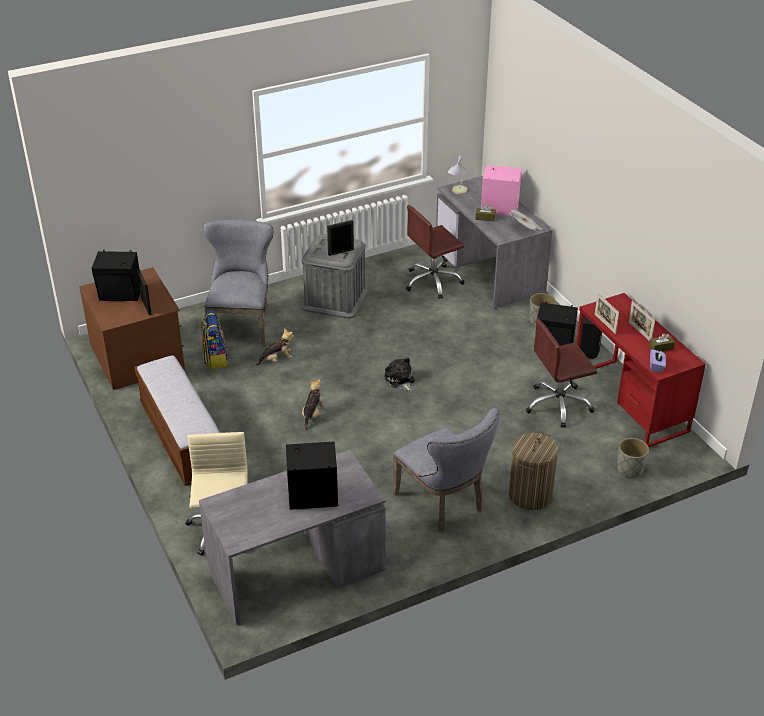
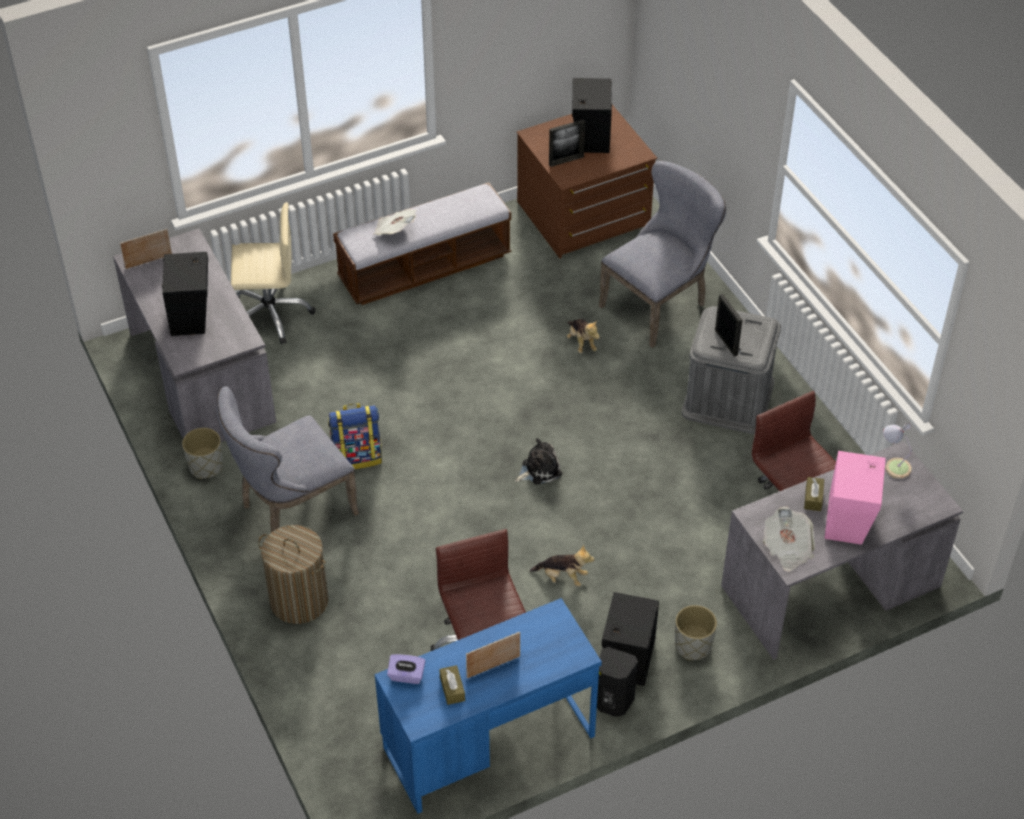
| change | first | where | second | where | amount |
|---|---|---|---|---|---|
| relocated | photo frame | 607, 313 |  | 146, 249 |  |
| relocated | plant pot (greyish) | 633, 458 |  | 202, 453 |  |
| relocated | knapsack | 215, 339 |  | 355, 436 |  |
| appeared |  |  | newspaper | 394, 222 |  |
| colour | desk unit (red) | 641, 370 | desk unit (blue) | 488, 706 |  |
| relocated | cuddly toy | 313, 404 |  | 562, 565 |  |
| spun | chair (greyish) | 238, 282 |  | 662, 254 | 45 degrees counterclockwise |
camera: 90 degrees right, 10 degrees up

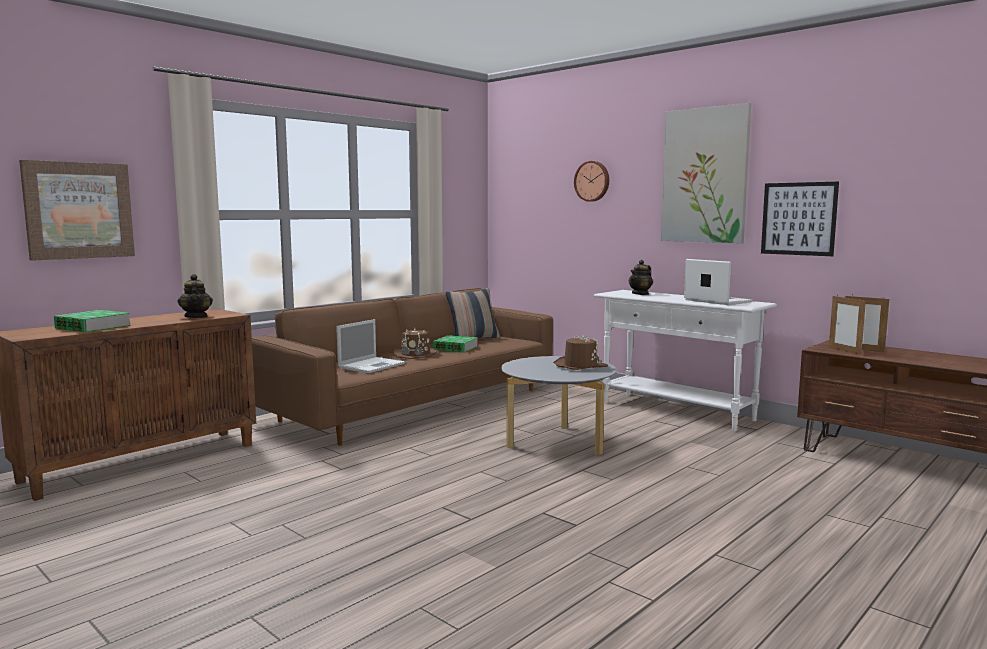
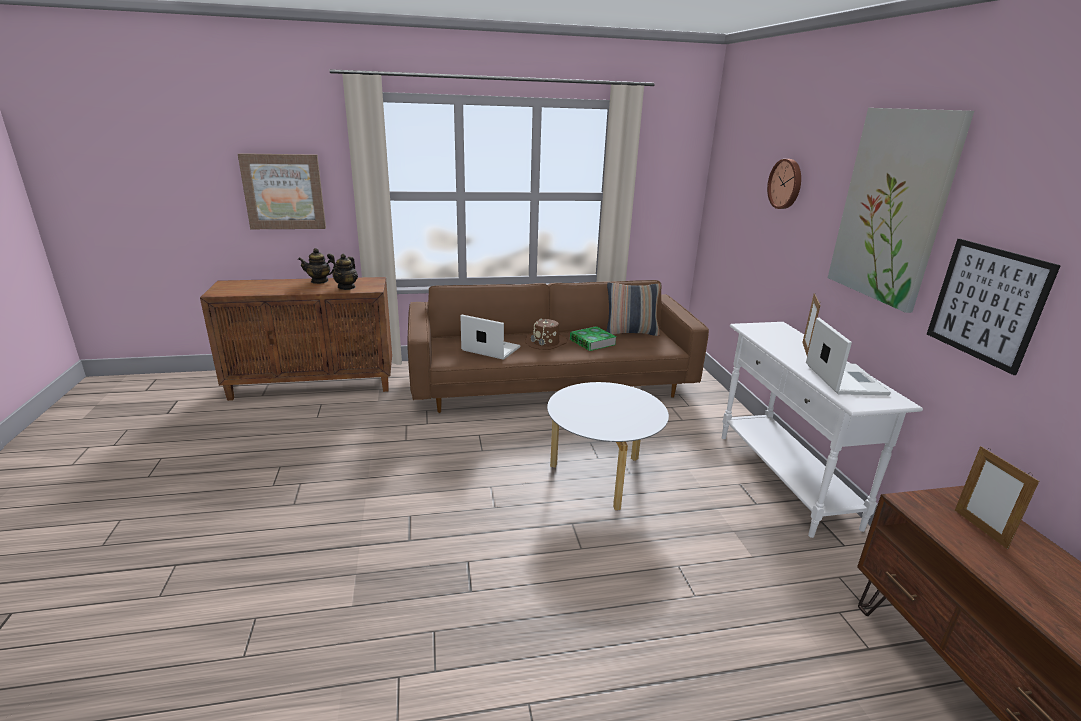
| change | first | where | second | where | amount |
|---|---|---|---|---|---|
| relocated | teapot | 641, 277 |  | 317, 266 |  |
| spun | portable computer | 370, 346 |  | 490, 337 | 135 degrees counterclockwise |
| relocated | photo frame | 847, 325 |  | 811, 324 |  |
| missing | volume | 92, 321 |  |  |  |
| missing | hat (brown-coloured) | 580, 352 |  |  |  |
camera: 35 degrees right, 15 degrees up

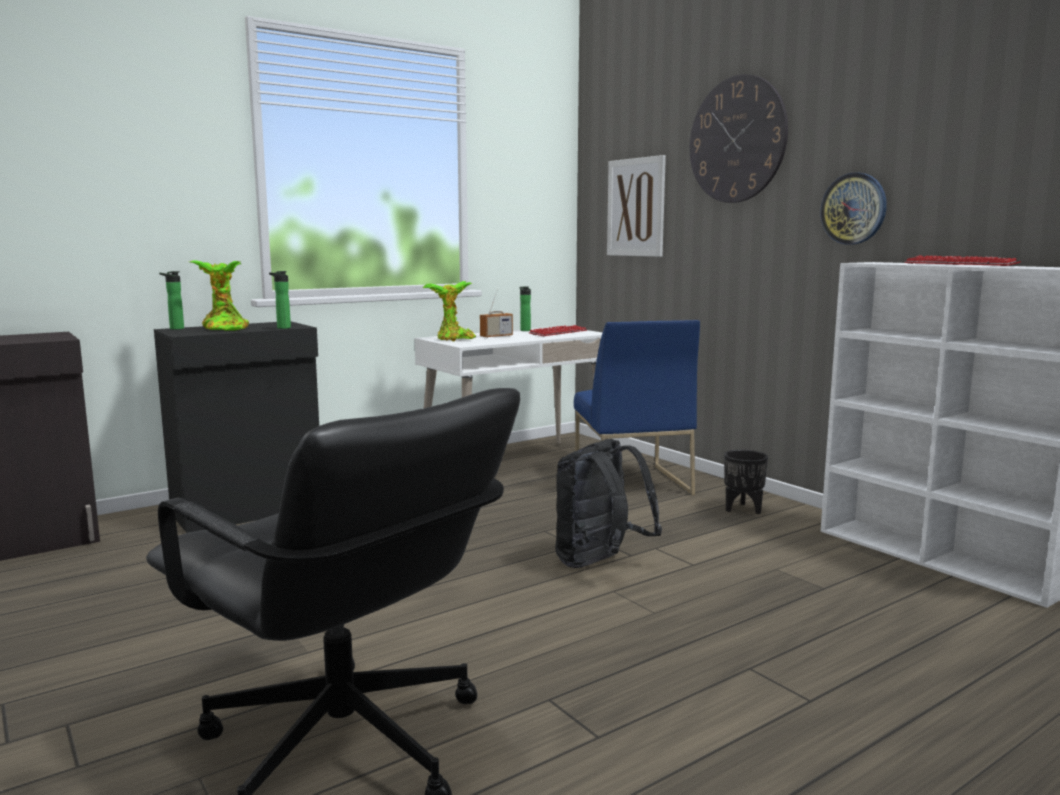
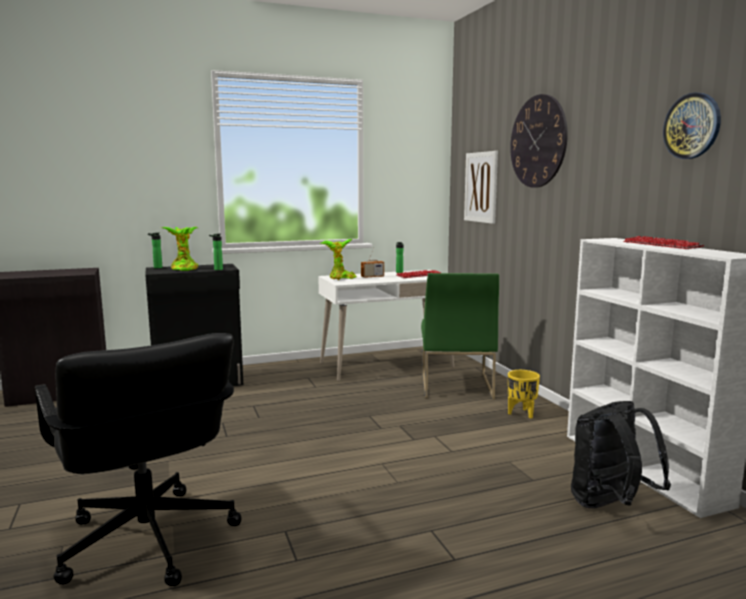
| change | first | where | second | where | amount |
|---|---|---|---|---|---|
| colour | chair (blue) | 637, 407 | chair (greenish) | 460, 336 |  |
| colour | plant pot (black) | 746, 482 | plant pot (yellowish) | 524, 394 |  |
| relocated | knapsack (black) | 608, 503 |  | 621, 455 |  |
| relocated | clock on the wall | 853, 208 |  | 692, 126 |  |
camera: 15 degrees right, 0 degrees up

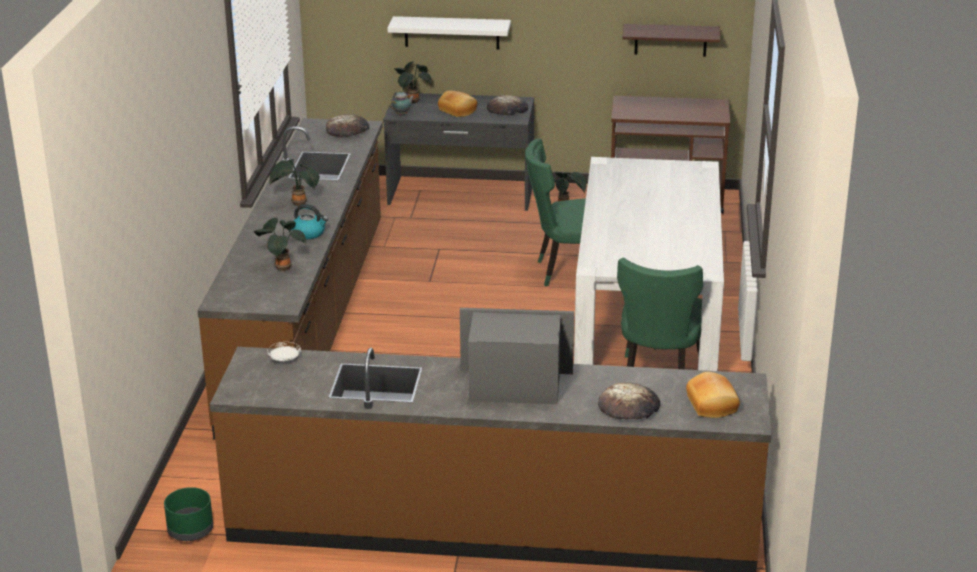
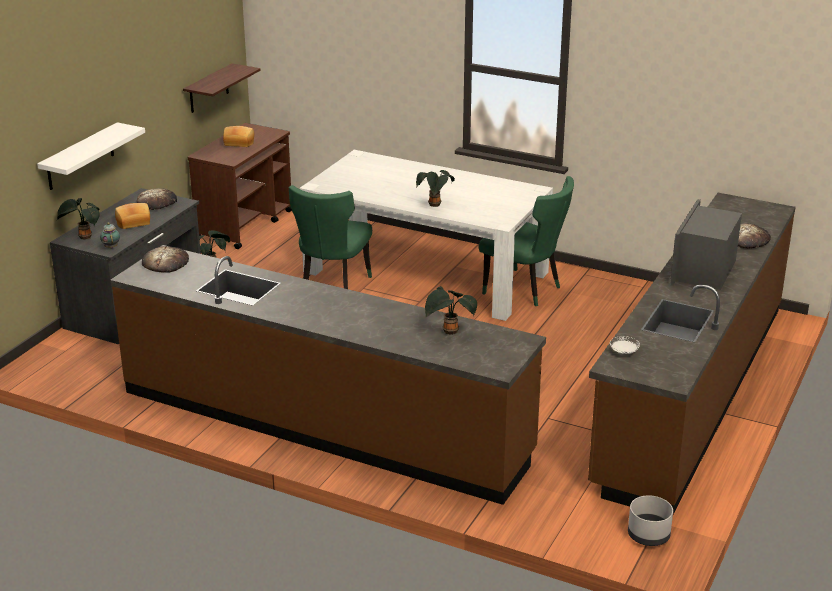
| change | first | where | second | where | amount |
|---|---|---|---|---|---|
| relocated | baked bread | 713, 395 |  | 238, 136 |  |
| relocated | potted plant | 295, 182 |  | 435, 188 |  |
| colour | plant pot (greenish) | 188, 514 | plant pot (greyish) | 650, 520 |  |
| missing | tea kettle | 310, 221 |  |  |  |
camera: 70 degrees left, 0 degrees up

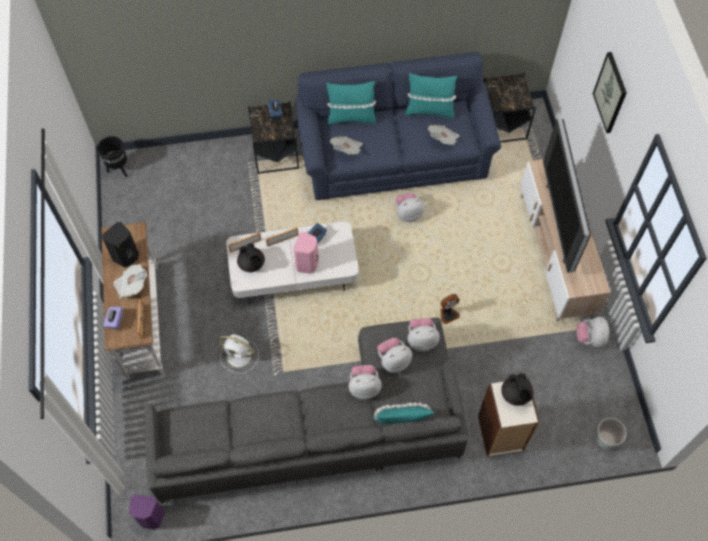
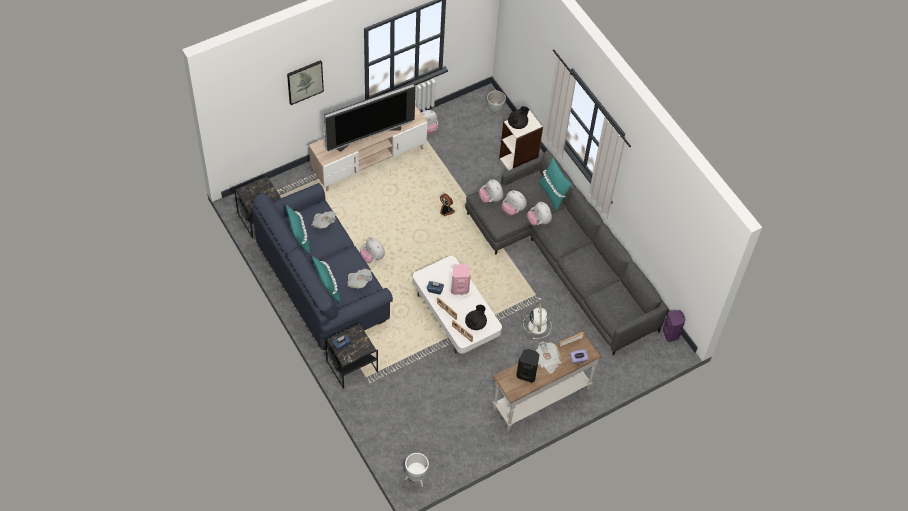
| change | first | where | second | where | amount |
|---|---|---|---|---|---|
| colour | plant pot (black) | 112, 156 | plant pot (whitish) | 417, 470 |  |
camera: 115 degrees left, 5 degrees down

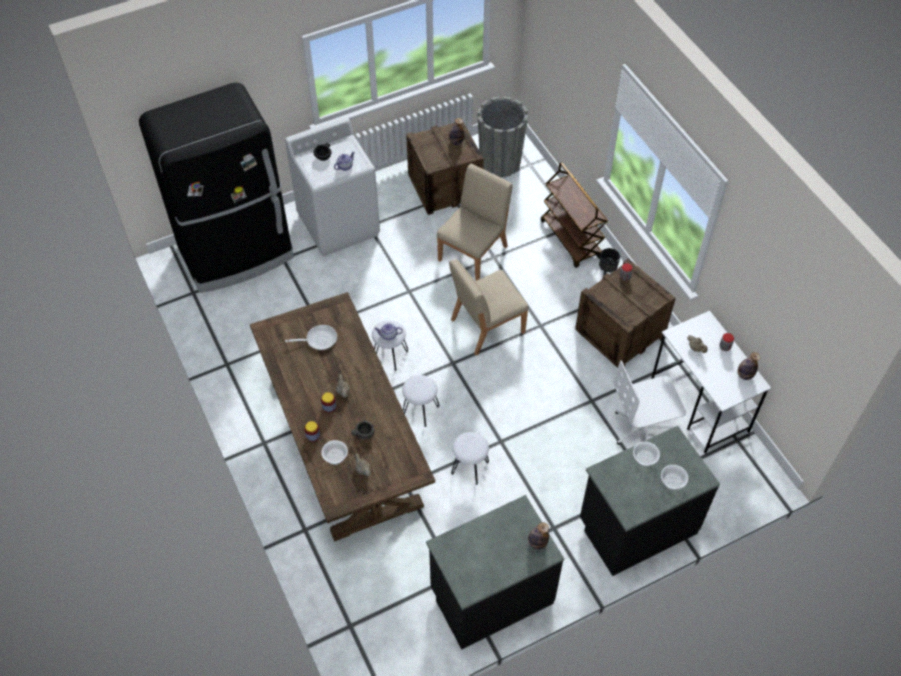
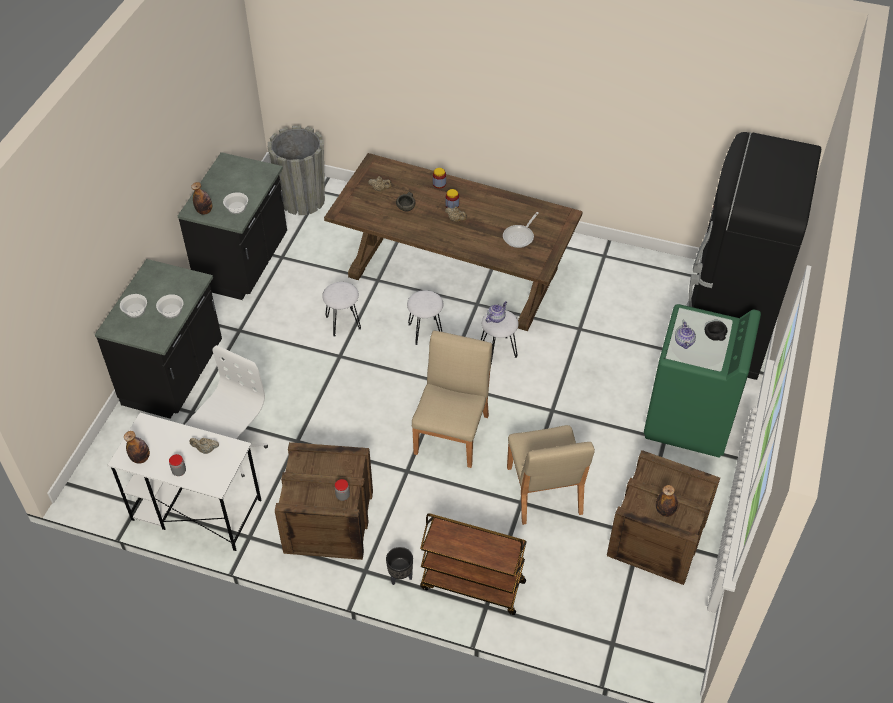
| change | first | where | second | where | amount |
|---|---|---|---|---|---|
| relocated | deep dish | 334, 452 |  | 235, 203 |  |
| relocated | plant pot (greyish) | 502, 136 |  | 296, 170 |  |
| colour | laundry appliance (whitish) | 332, 186 | laundry appliance (greenish) | 702, 381 |  |
camera: 135 degrees right, 5 degrees down

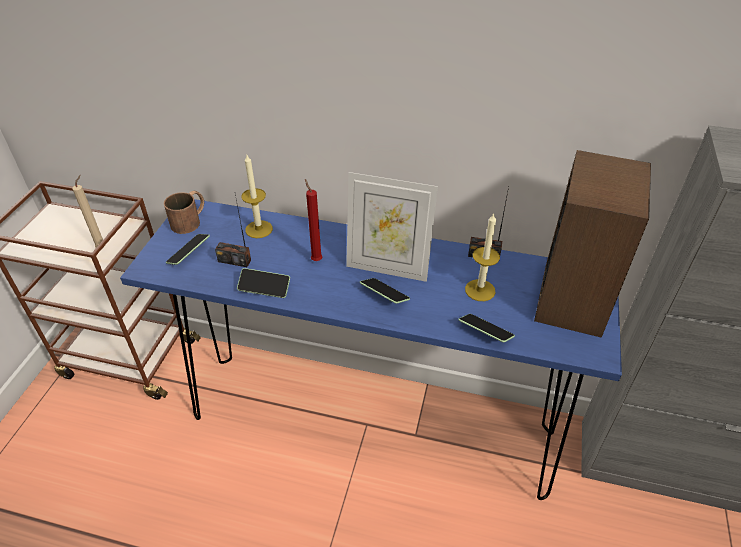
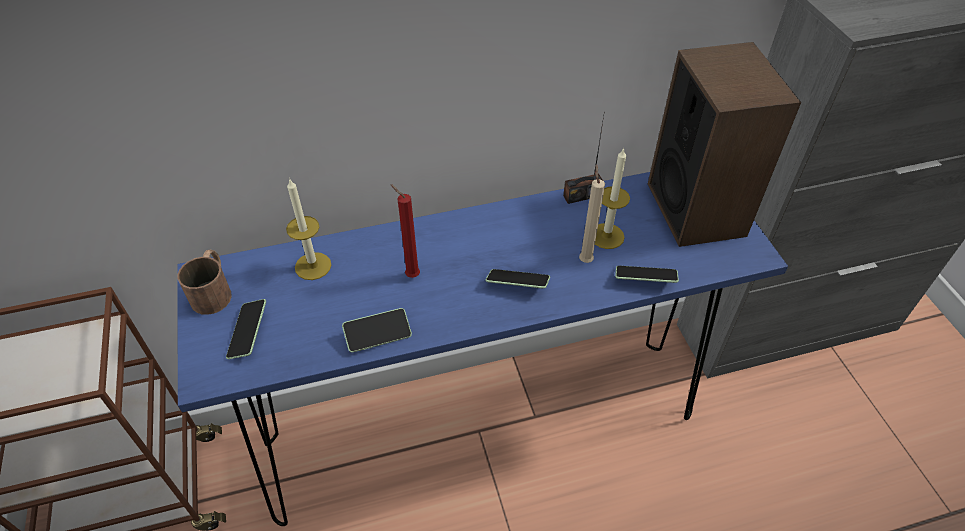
| change | first | where | second | where | amount |
|---|---|---|---|---|---|
| relocated | wax light (beige) | 88, 211 |  | 592, 213 |  |
| missing | radio receiver | 233, 231 |  |  |  |
| missing | photo frame | 392, 227 |  |  |  |
camera: 30 degrees left, 5 degrees up

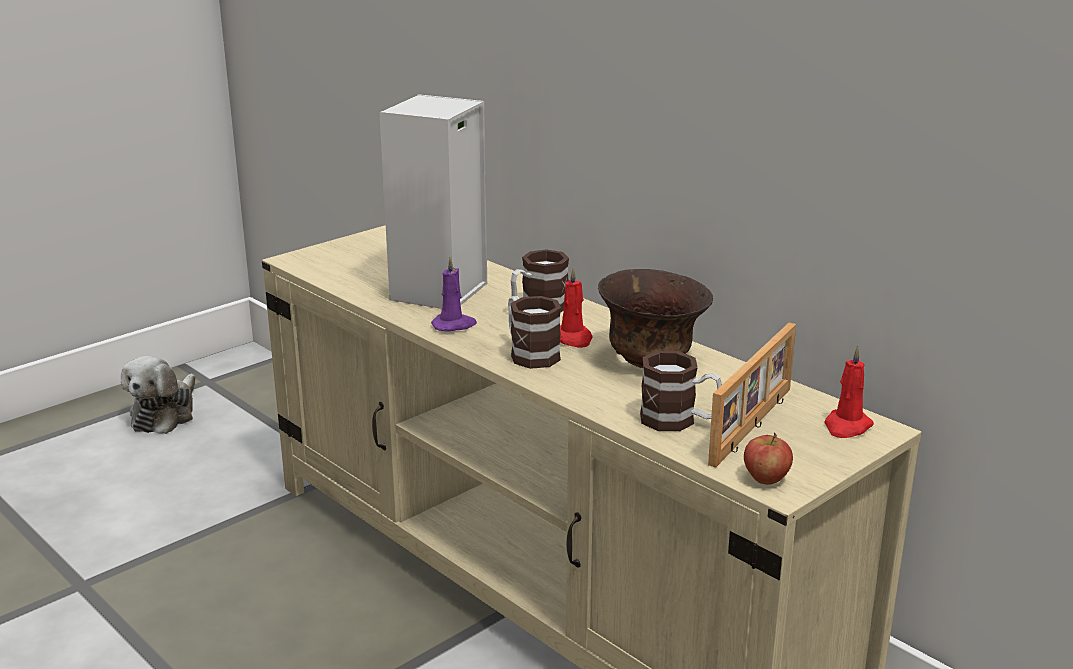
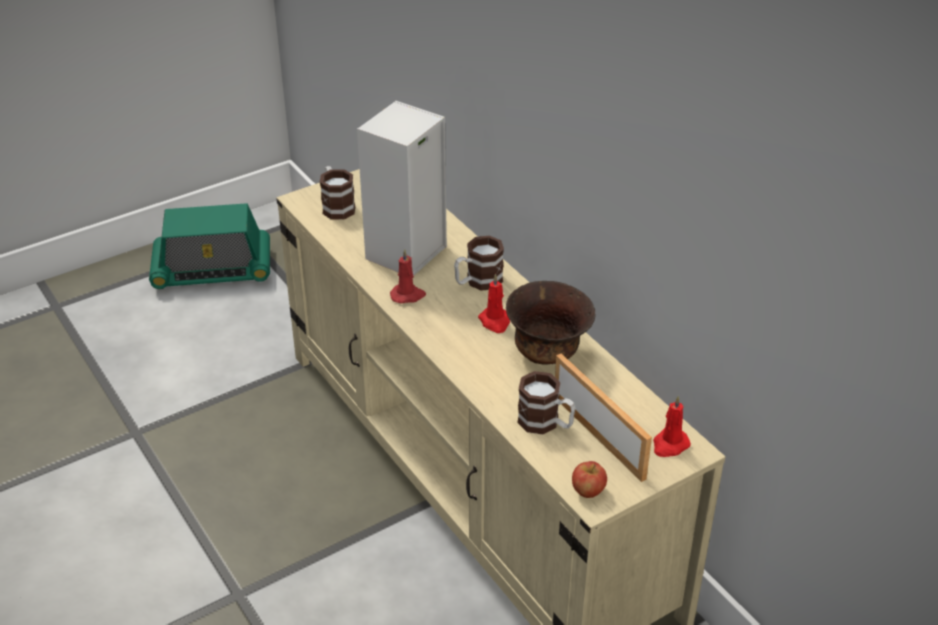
| change | first | where | second | where | amount |
|---|---|---|---|---|---|
| exchanged | cuddly toy | 158, 395 | radio receiver | 209, 246 |  |
| relocated | tea mug | 534, 332 |  | 337, 193 |  |
| colour | wax light (purple-coloured) | 454, 293 | wax light (red) | 408, 276 |  |
| spun | photo frame | 752, 395 |  | 603, 418 | 75 degrees counterclockwise |
camera: 10 degrees right, 15 degrees up

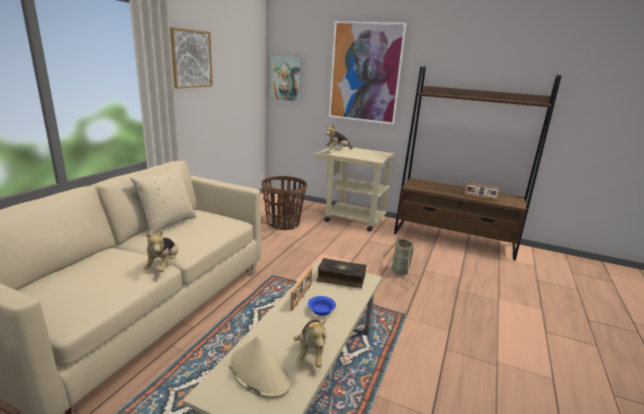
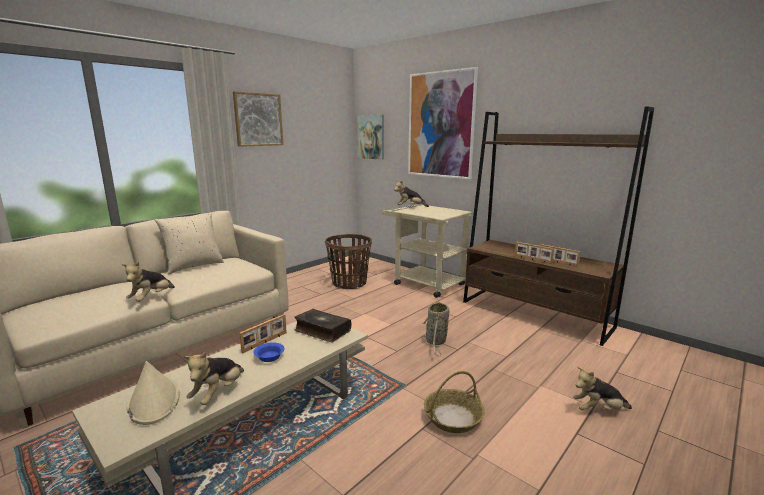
| change | first | where | second | where | amount |
|---|---|---|---|---|---|
| appeared |  |  | storage basket | 454, 402 |  |
| appeared |  |  | photo frame | 534, 253 |  |
| appeared |  |  | cuddly toy | 602, 388 |  |
camera: 20 degrees right, 5 degrees down

